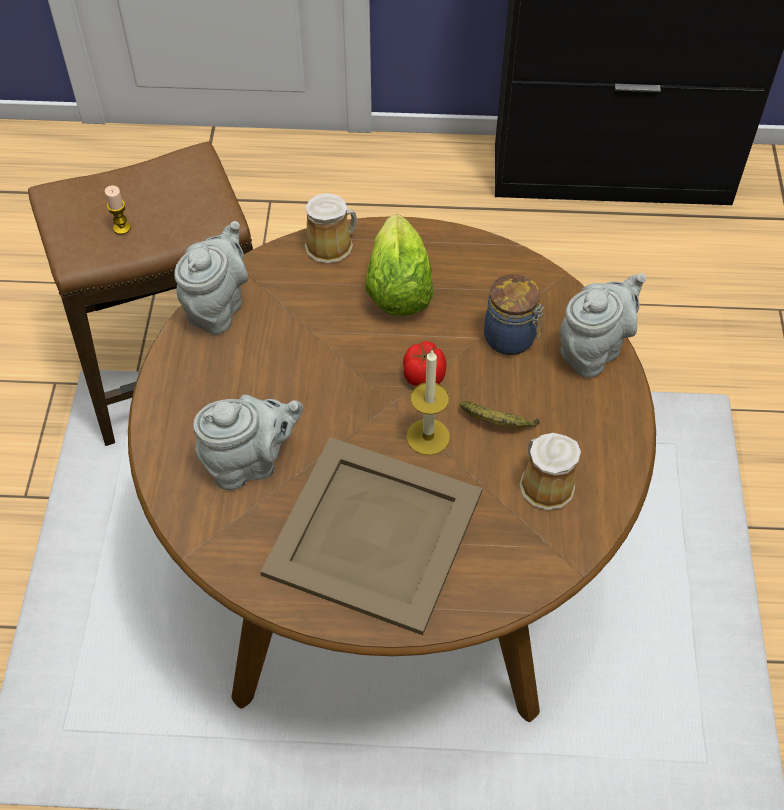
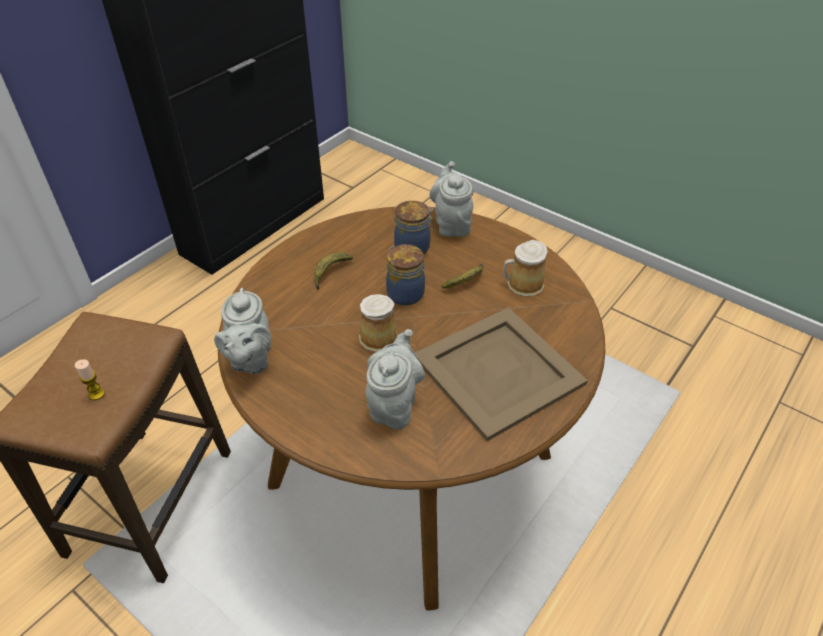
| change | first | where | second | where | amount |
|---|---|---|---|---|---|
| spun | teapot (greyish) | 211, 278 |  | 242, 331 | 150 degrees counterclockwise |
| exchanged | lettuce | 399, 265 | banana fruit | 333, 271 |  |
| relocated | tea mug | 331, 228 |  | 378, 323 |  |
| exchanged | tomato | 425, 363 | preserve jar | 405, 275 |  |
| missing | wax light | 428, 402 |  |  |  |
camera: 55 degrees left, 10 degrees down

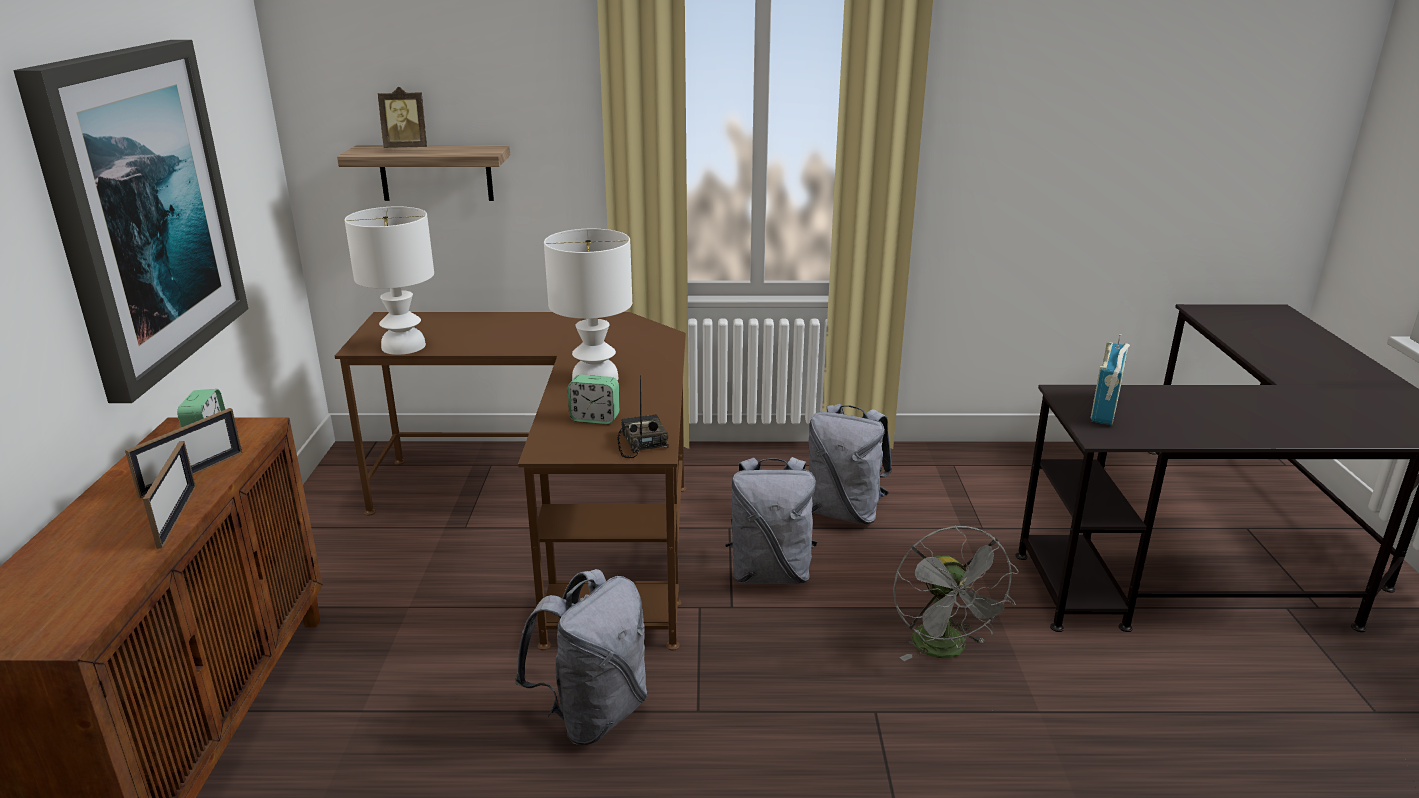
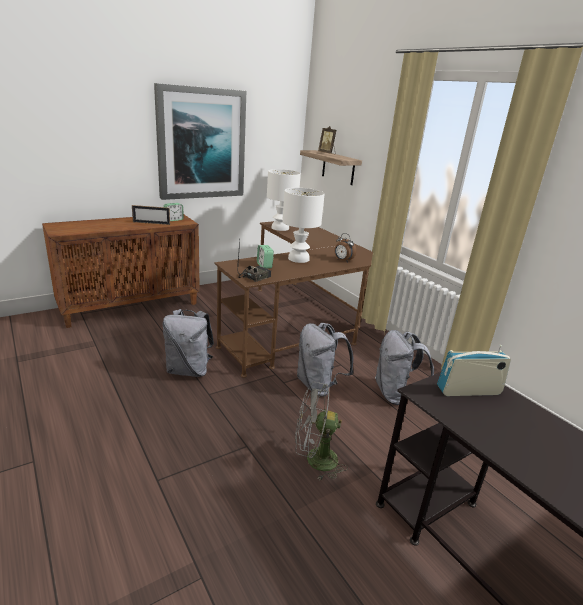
| change | first | where | second | where | amount |
|---|---|---|---|---|---|
| spun | cooling fan (greyish) | 956, 593 |  | 321, 431 | 45 degrees clockwise |
| appeared |  |  | table clock | 345, 248 |  |
| missing | photo frame | 169, 495 |  |  |  |
camera: 55 degrees right, 0 degrees up

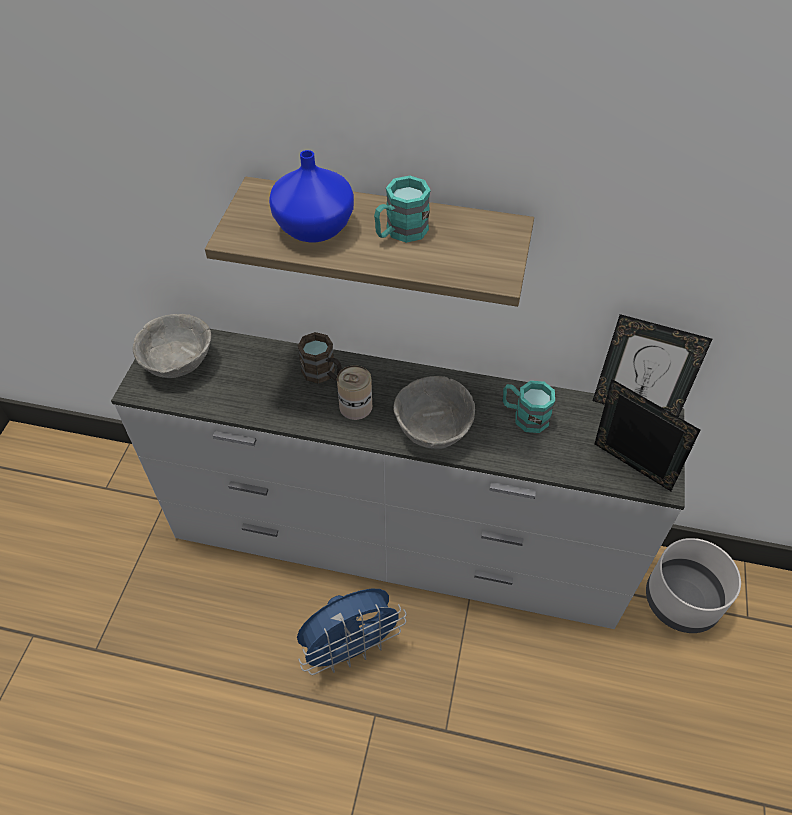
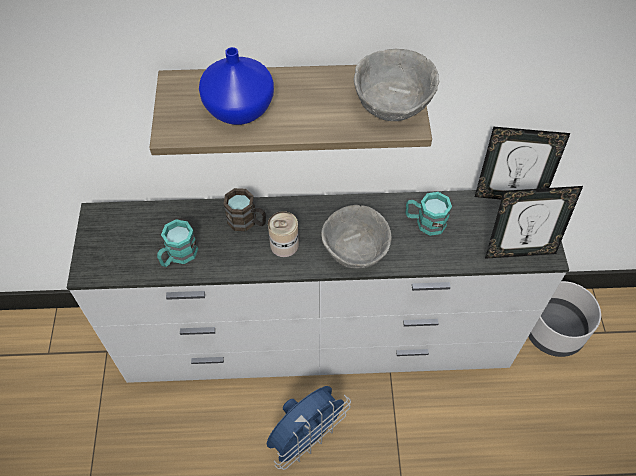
| change | first | where | second | where | amount |
|---|---|---|---|---|---|
| relocated | tea mug (blue-green) | 402, 209 |  | 177, 243 |  |
| relocated | deep dish (greyish) | 172, 346 |  | 396, 84 |  |
| spun | photo frame | 647, 435 |  | 534, 222 | 150 degrees clockwise |
camera: 15 degrees left, 5 degrees up

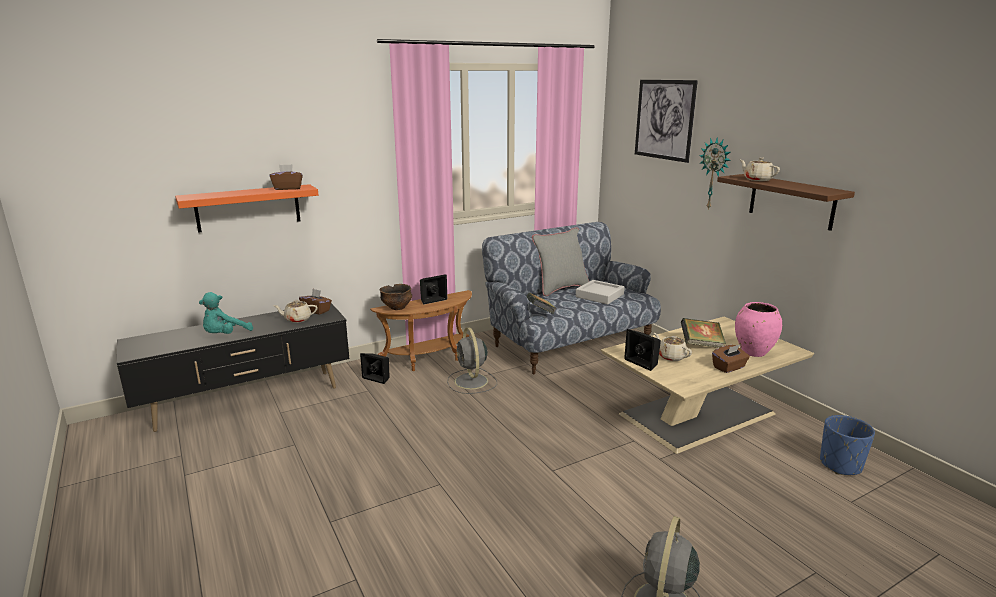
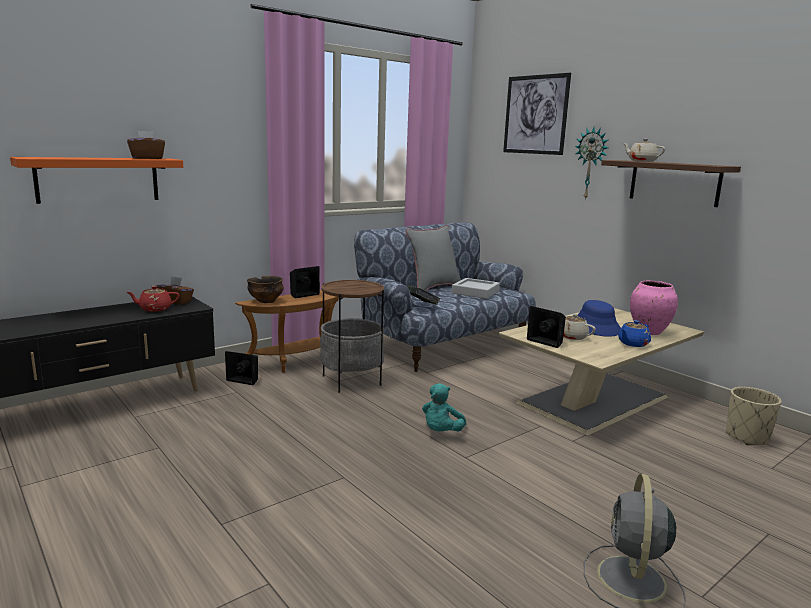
| change | first | where | second | where | amount |
|---|---|---|---|---|---|
| colour | teapot (beige) | 295, 311 | teapot (red) | 152, 299 |  |
| exchanged | cooling fan (greyish) | 472, 361 | side table | 352, 336 |  |
| relocated | cuddly toy (blue-green) | 226, 313 |  | 444, 407 |  |
| exchanged | volume | 703, 333 | hat (blue) | 599, 318 |  |
| exchanged | tissue holder (brown-coloured) | 731, 358 | teapot (blue) | 634, 333 |  |
| colour | plant pot (blue) | 847, 445 | plant pot (beige) | 754, 416 |  |
camera: 10 degrees left, 5 degrees down

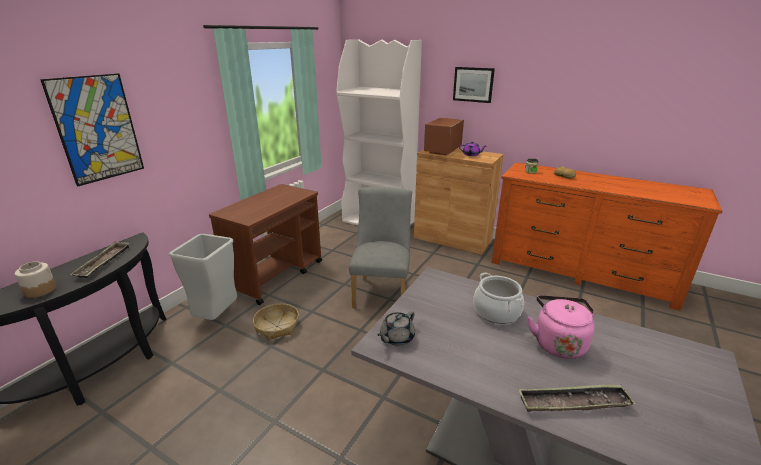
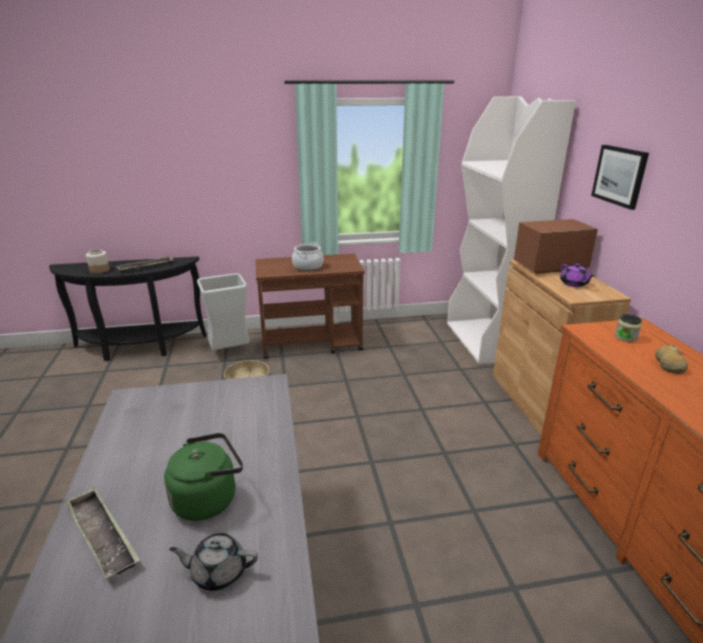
| change | first | where | second | where | amount |
|---|---|---|---|---|---|
| colour | tea kettle (pink) | 561, 327 | tea kettle (greenish) | 203, 477 |  |
| relocated | teapot (greyish) | 396, 328 |  | 213, 562 |  |
| relocated | stockpot | 498, 298 |  | 308, 256 |  |
| missing | wall picture | 92, 129 |  |  |  |
| missing | chair (greyish) | 380, 247 |  |  |  |
camera: 50 degrees right, 0 degrees up

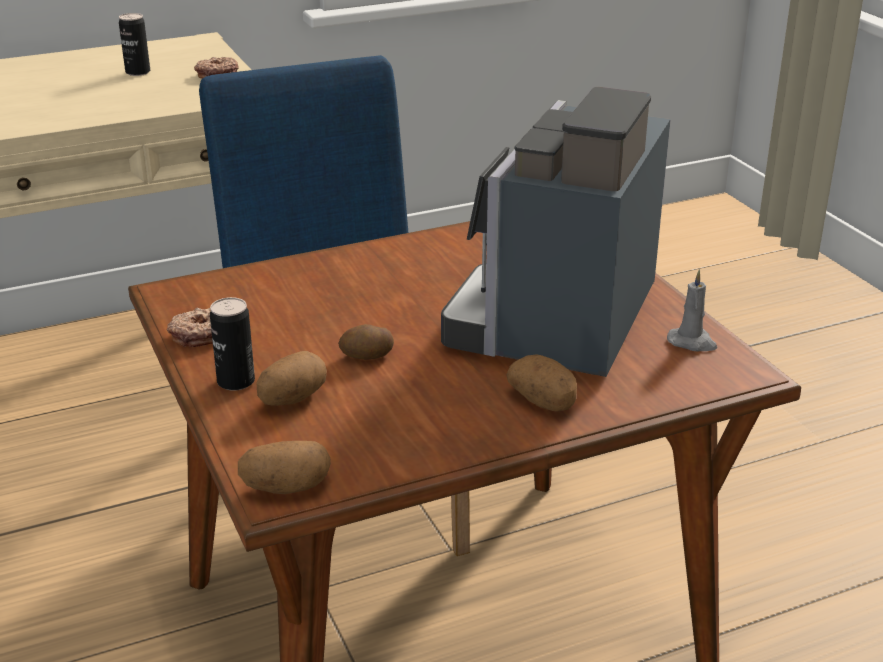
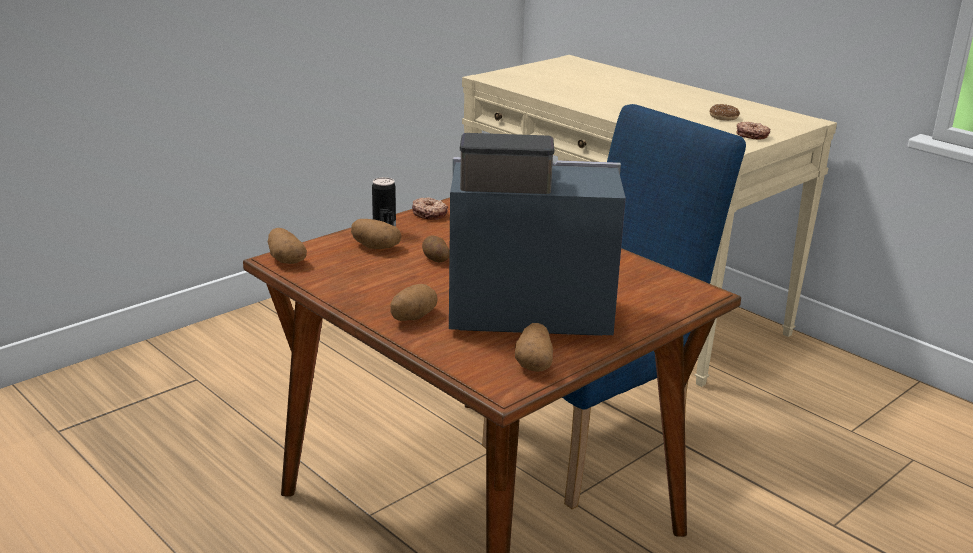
| change | first | where | second | where | amount |
|---|---|---|---|---|---|
| exchanged | wax light (greyish) | 692, 310 | spud | 534, 347 |  |
| exchanged | metal can | 134, 44 | donut | 725, 112 |  |
camera: 70 degrees right, 5 degrees down

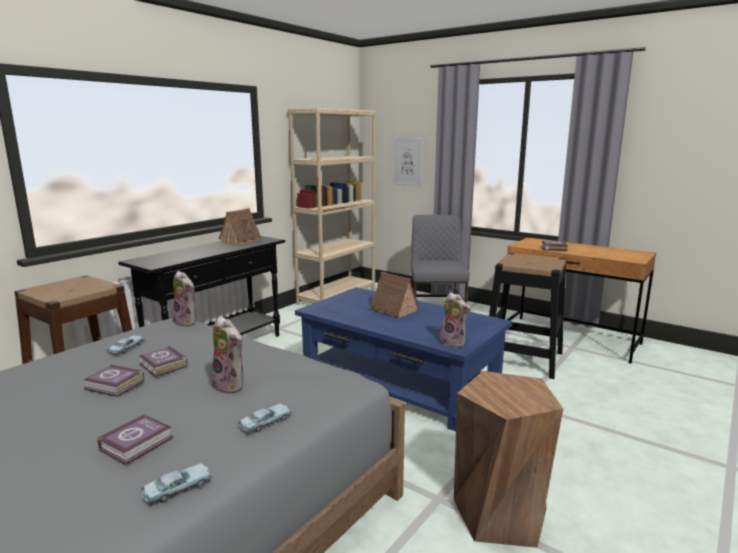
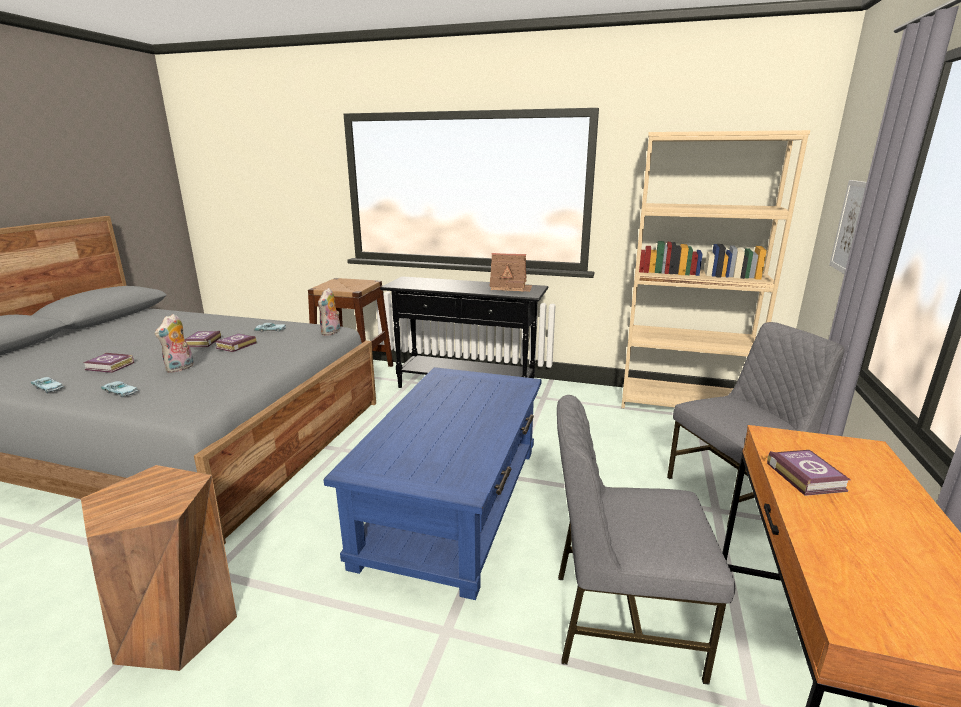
| change | first | where | second | where | amount |
|---|---|---|---|---|---|
| exchanged | stool (black) | 528, 316 | chair (greyish) | 646, 540 |  |
| missing | model house | 393, 295 |  |  |  |
| missing | cuddly toy | 454, 320 |  |  |  |
camera: 70 degrees right, 5 degrees up

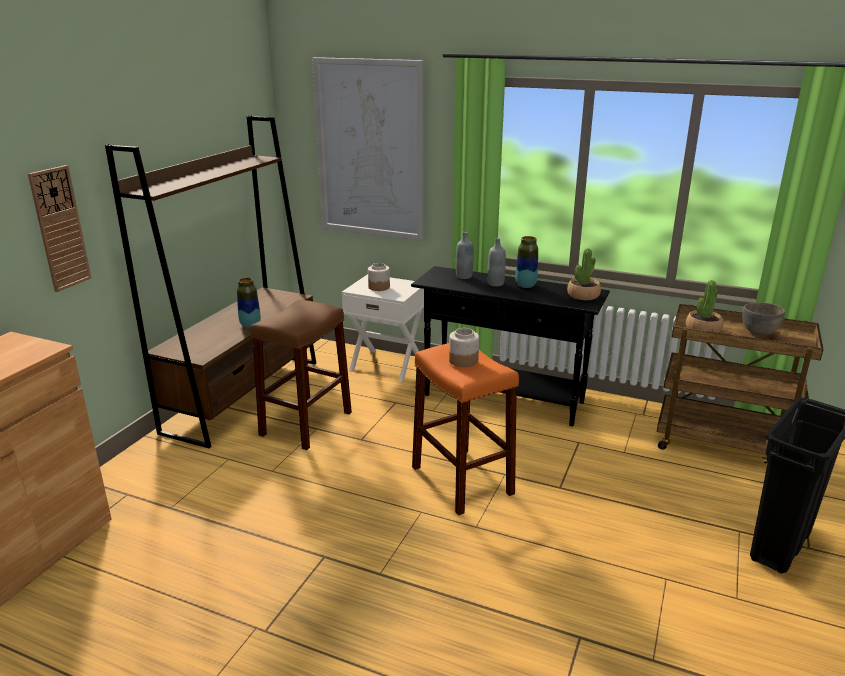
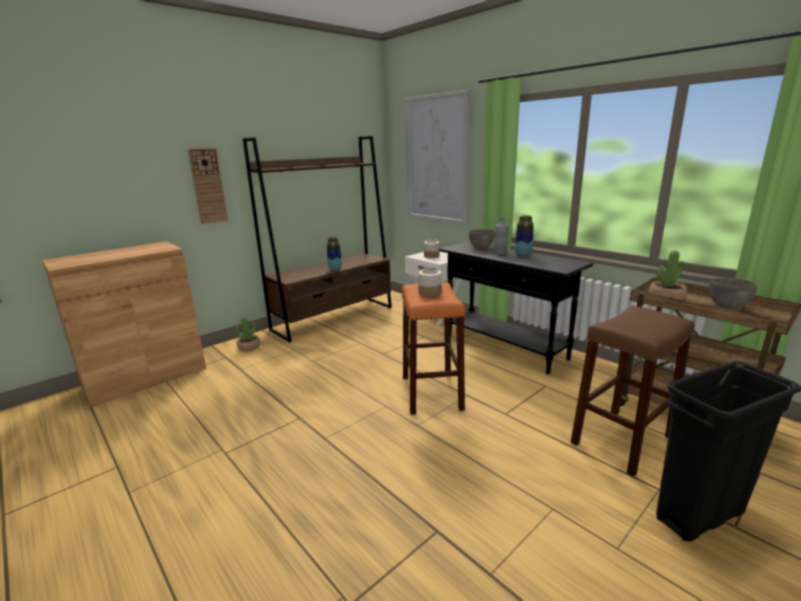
| change | first | where | second | where | amount |
|---|---|---|---|---|---|
| relocated | potted plant | 584, 274 |  | 247, 333 |  |
| exchanged | bottle (greyish) | 464, 255 | deep dish (greyish) | 482, 238 |  |
| relocated | stool (brown-coloured) | 301, 375 |  | 632, 391 |  |
camera: 25 degrees right, 5 degrees down

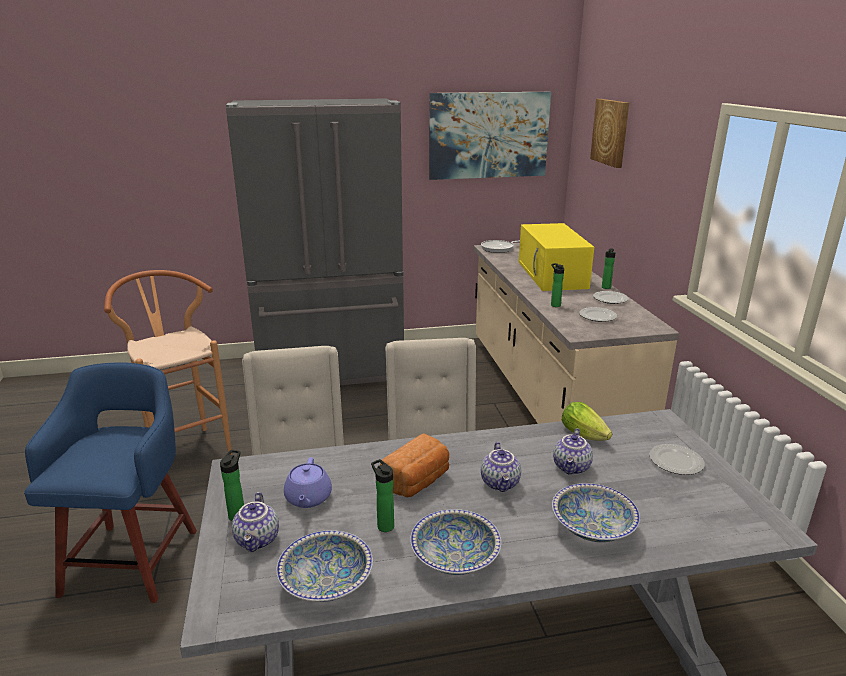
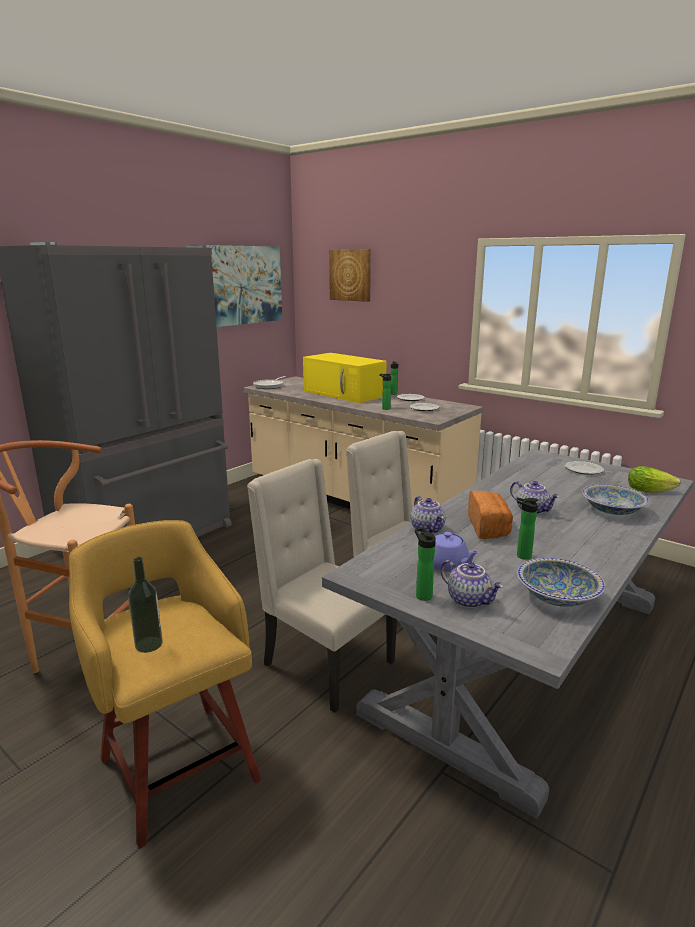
| change | first | where | second | where | amount |
|---|---|---|---|---|---|
| colour | stool (blue) | 110, 482 | stool (yellowish) | 165, 684 |  |
| appeared |  |  | bottle | 145, 605 |  |
| relocated | teapot | 573, 451 |  | 428, 515 |  |
| relocated | lettuce | 587, 421 |  | 654, 479 |  |
| missing | deep dish | 456, 542 |  |  |  |
camera: 40 degrees left, 5 degrees down

